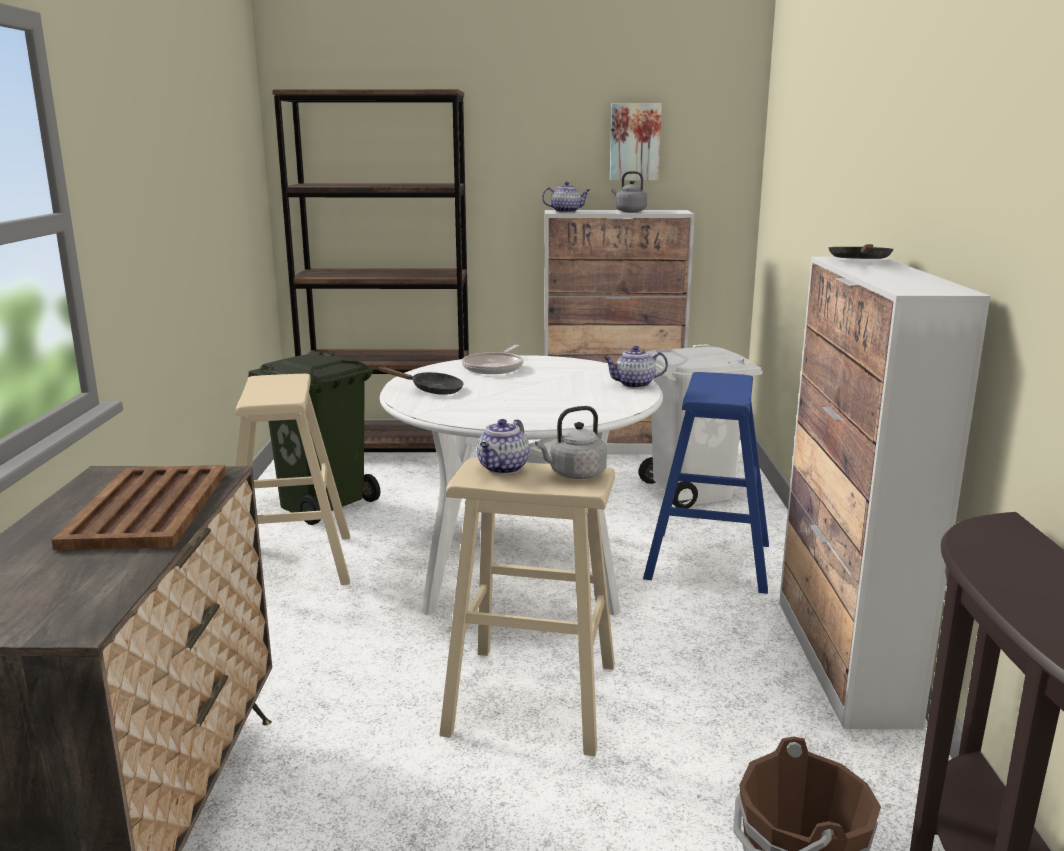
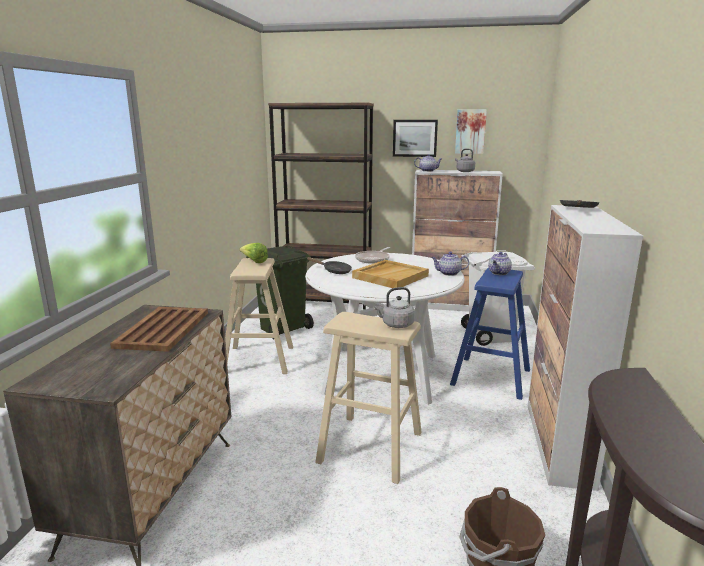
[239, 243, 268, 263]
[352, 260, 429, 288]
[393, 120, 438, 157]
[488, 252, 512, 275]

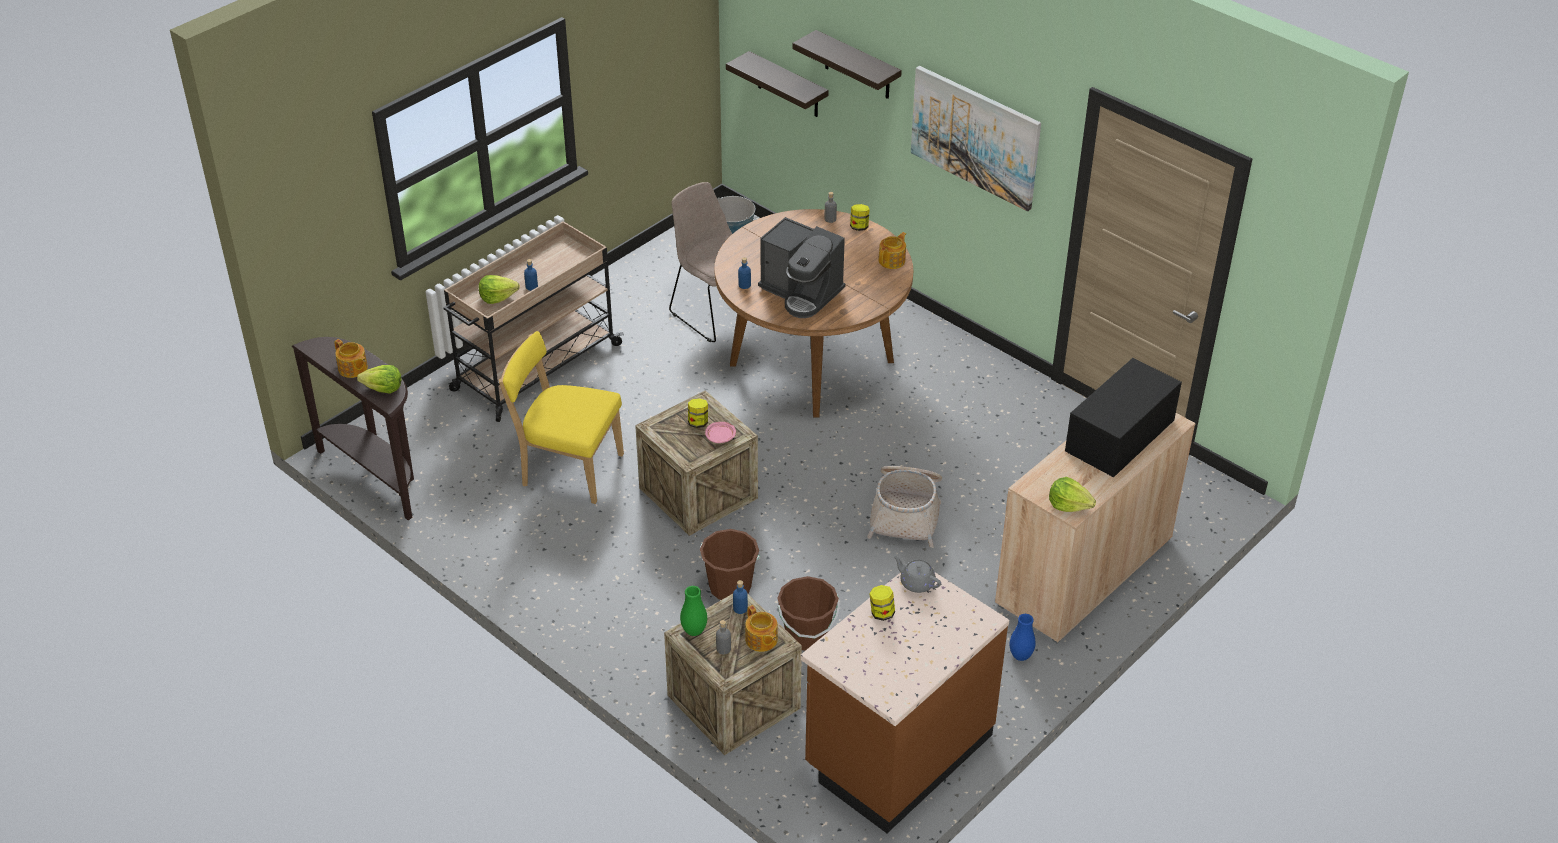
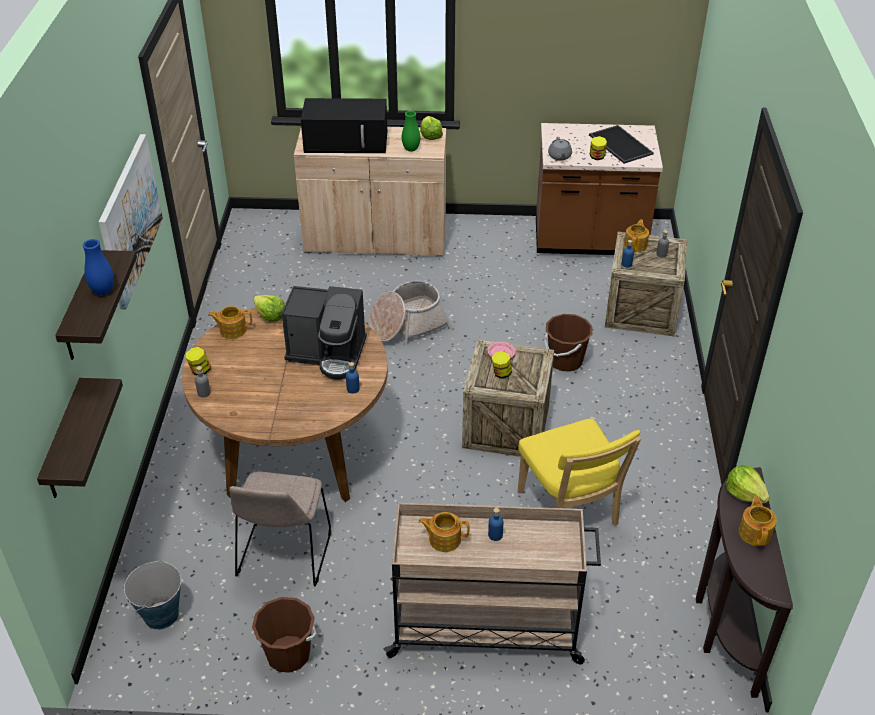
[419, 512, 470, 552]
[589, 125, 654, 164]
[253, 295, 285, 322]
[402, 111, 420, 152]
[252, 597, 316, 673]
[83, 239, 114, 295]
[282, 286, 367, 380]

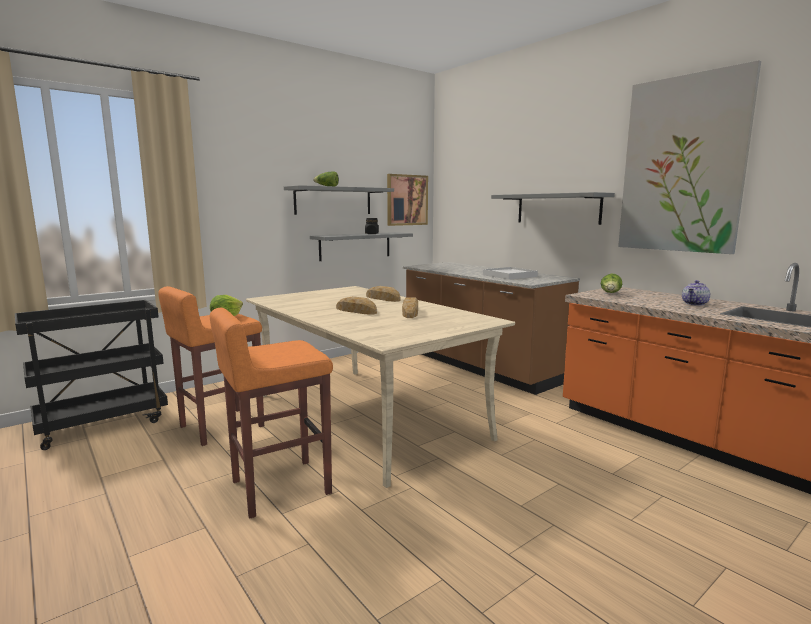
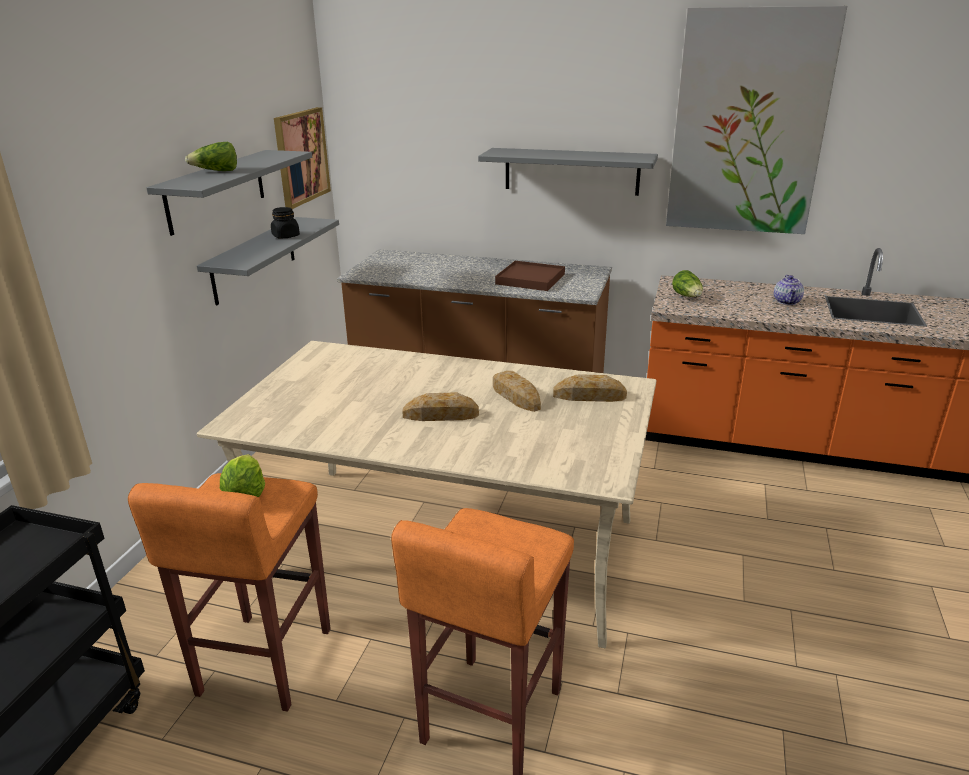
[553, 374, 627, 402]
[495, 261, 565, 291]

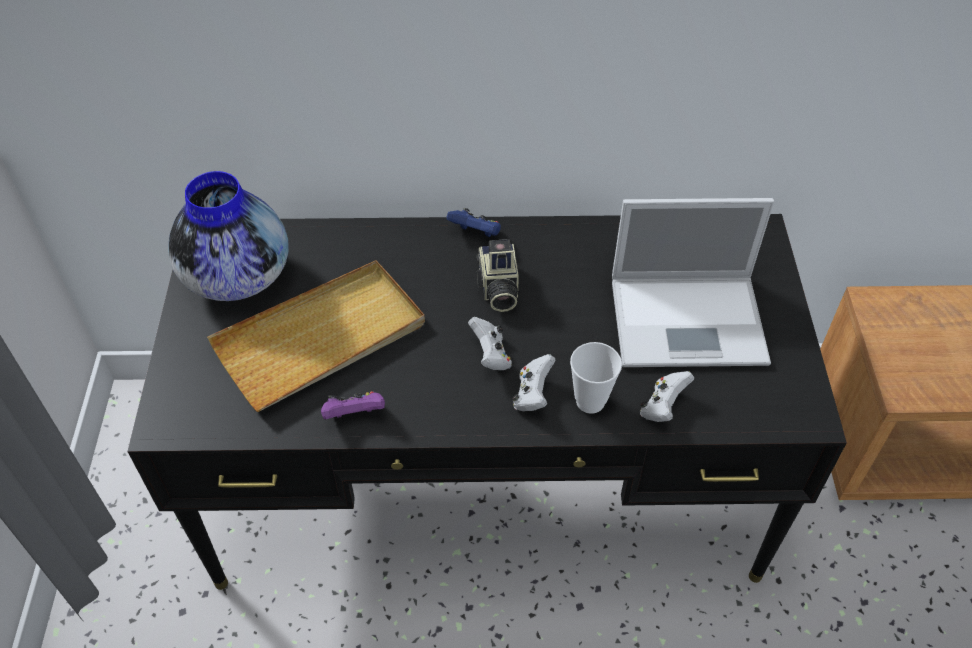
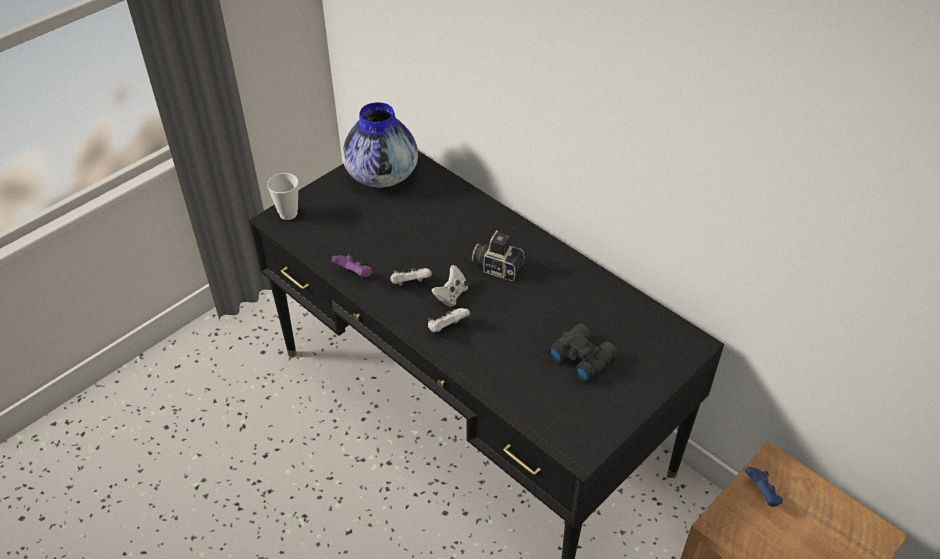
[207, 260, 425, 412] (first image)
[745, 467, 783, 507]
[267, 173, 299, 220]
[390, 268, 432, 286]
[548, 324, 617, 382]
[472, 230, 525, 281]

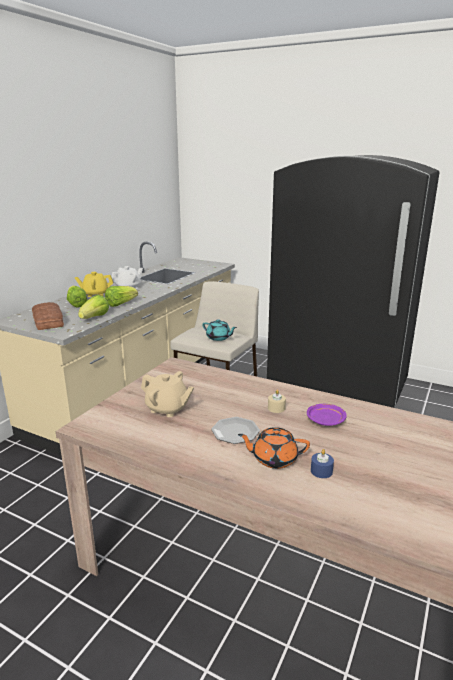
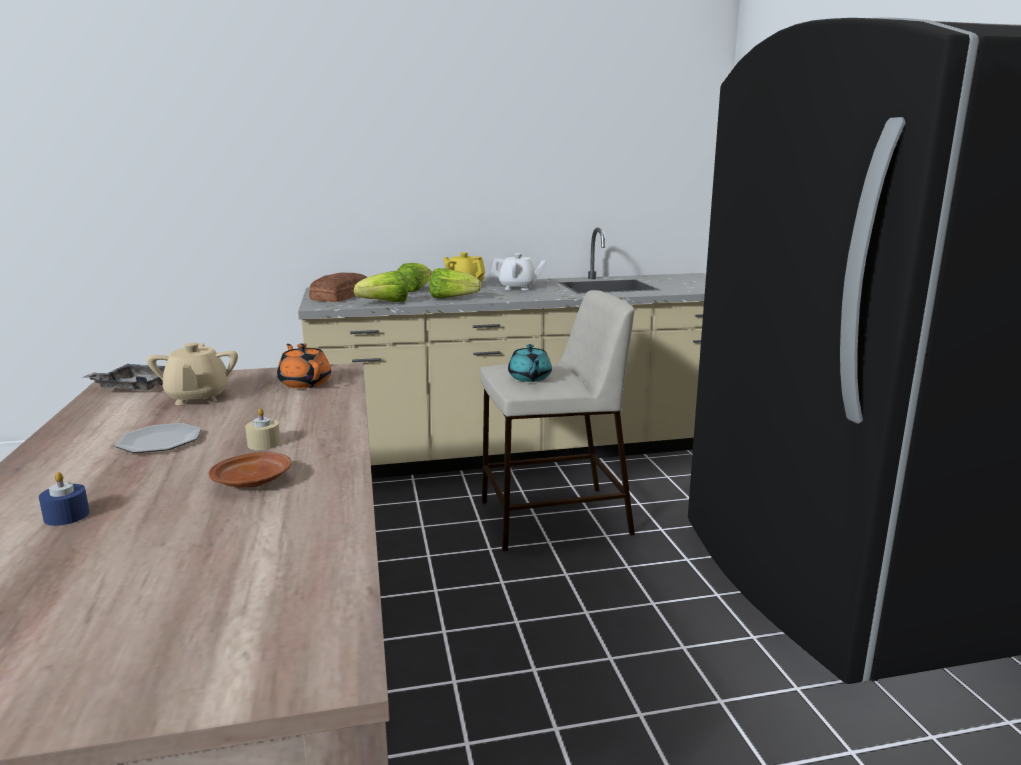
[82, 364, 165, 390]
[277, 343, 331, 388]
[209, 452, 291, 487]

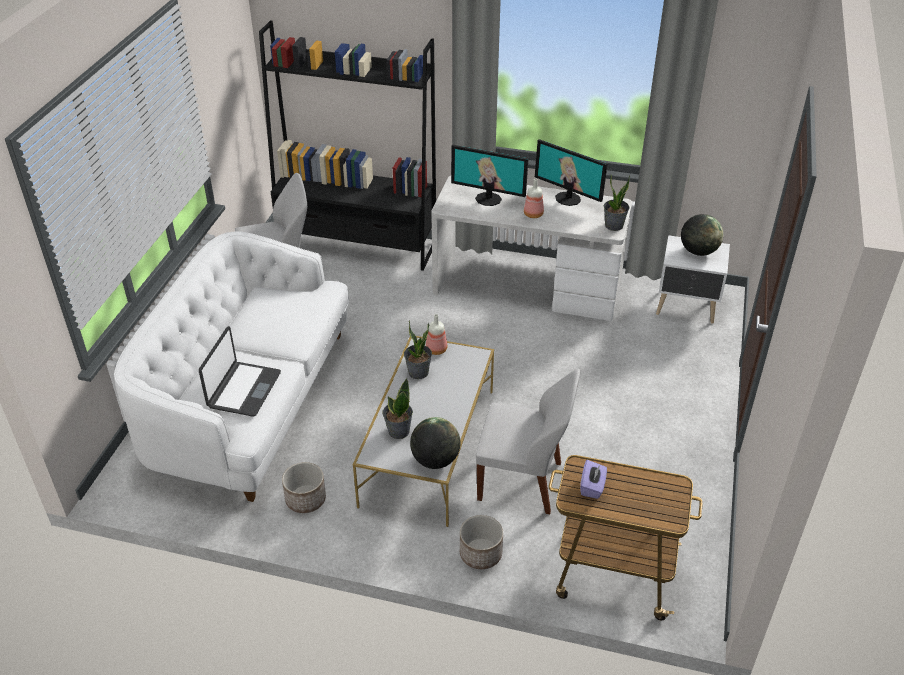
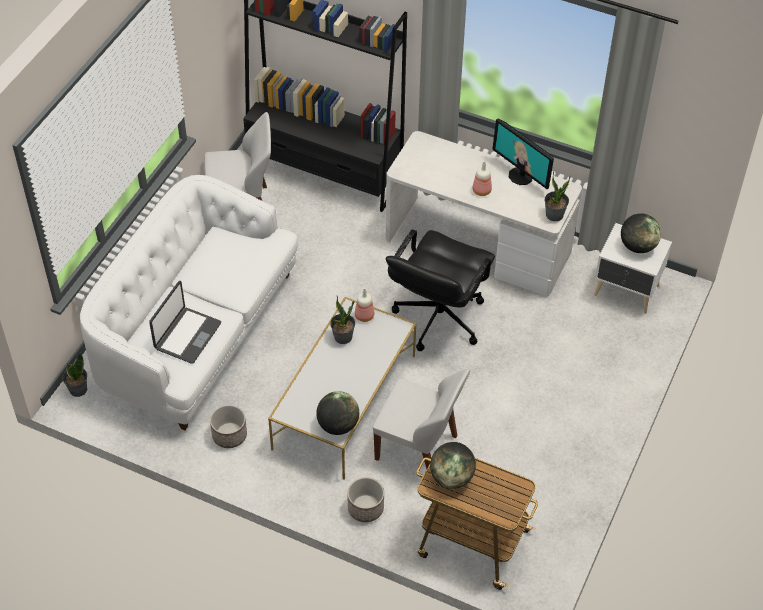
[451, 145, 528, 206] (first image)
[386, 229, 495, 351]
[62, 352, 87, 397]
[430, 442, 476, 489]

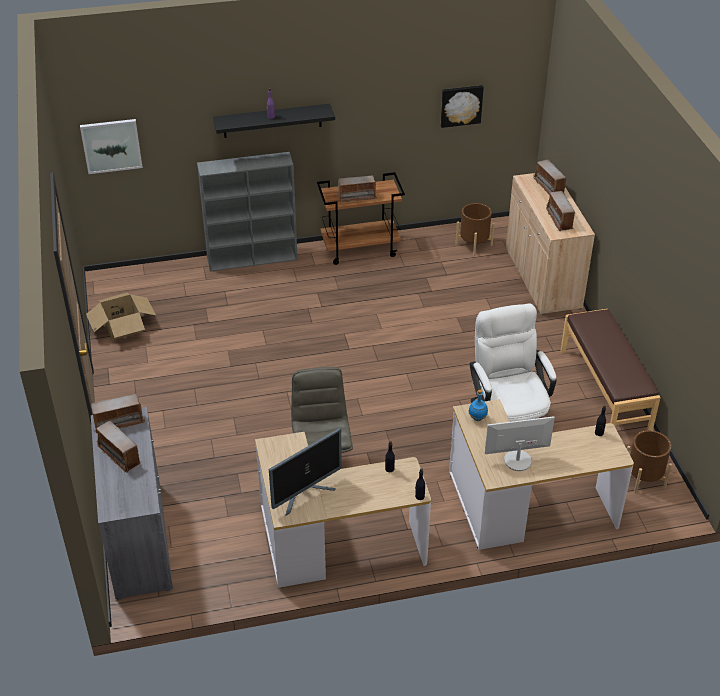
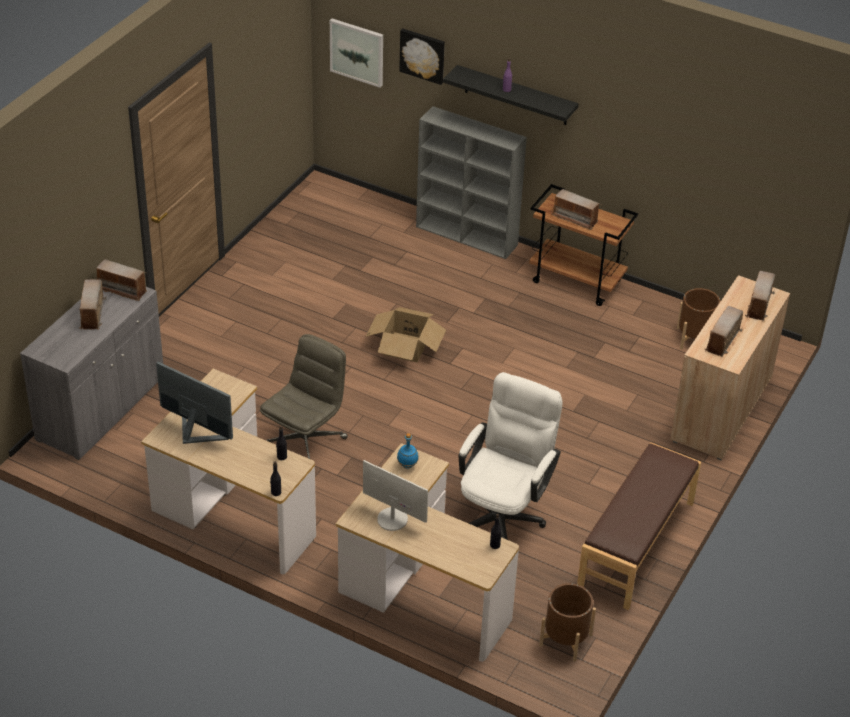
[365, 307, 446, 362]
[399, 28, 445, 85]
[156, 362, 233, 444]

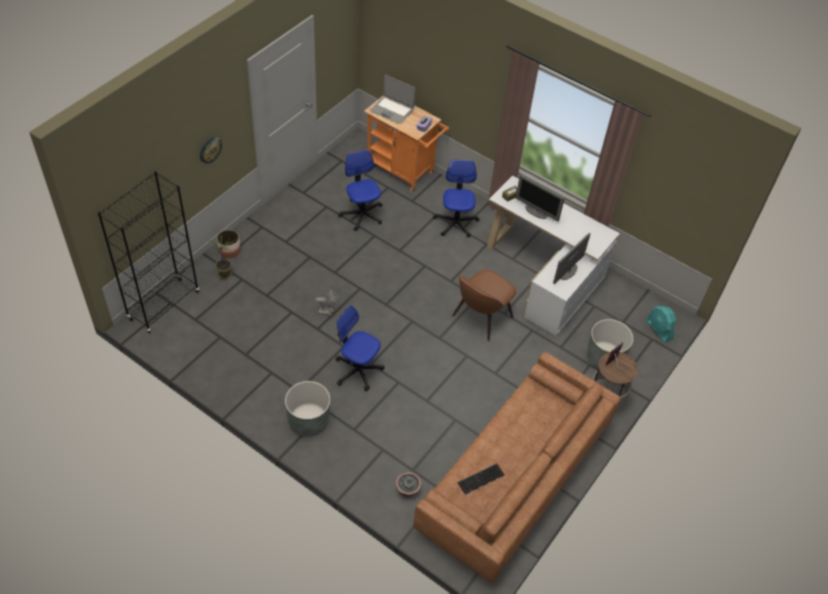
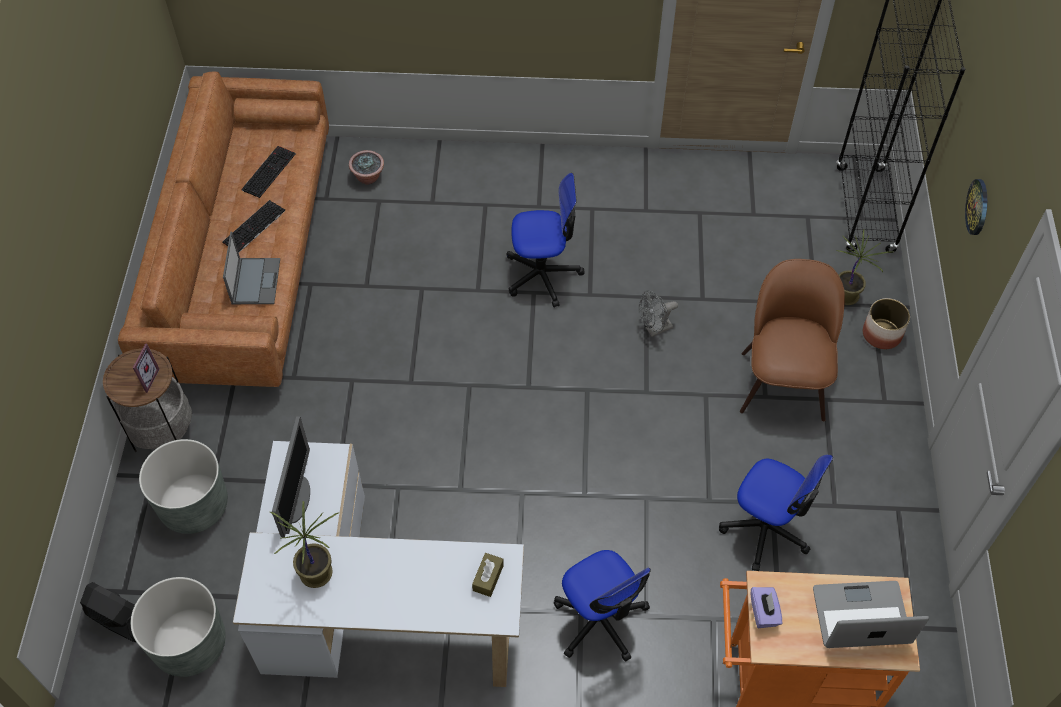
[516, 175, 565, 221] (first image)
[222, 200, 285, 253]
[223, 232, 280, 304]
[270, 501, 340, 588]
[131, 577, 226, 677]
[740, 259, 845, 421]
[80, 582, 136, 642]

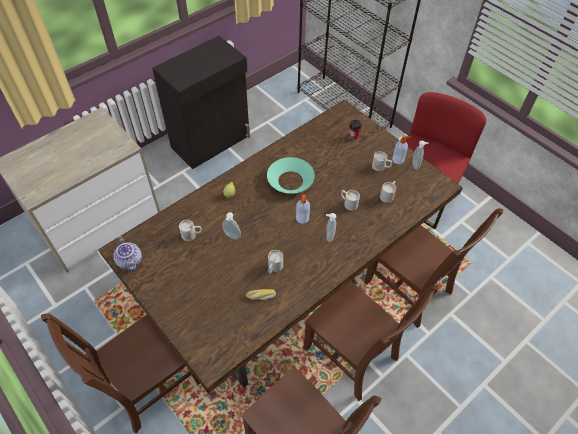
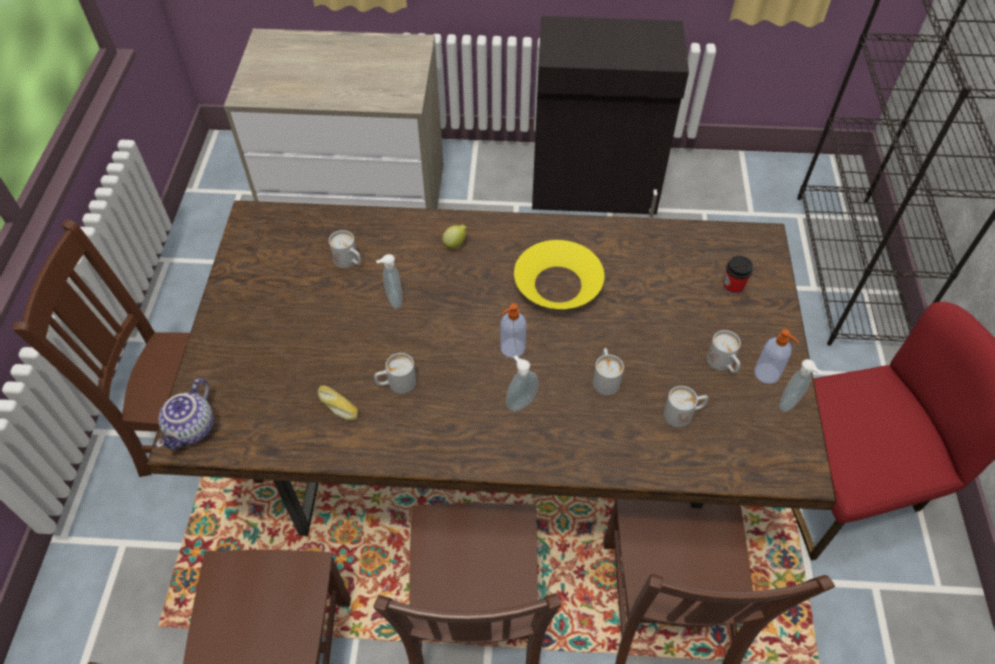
[156, 378, 214, 450]
[514, 240, 604, 309]

